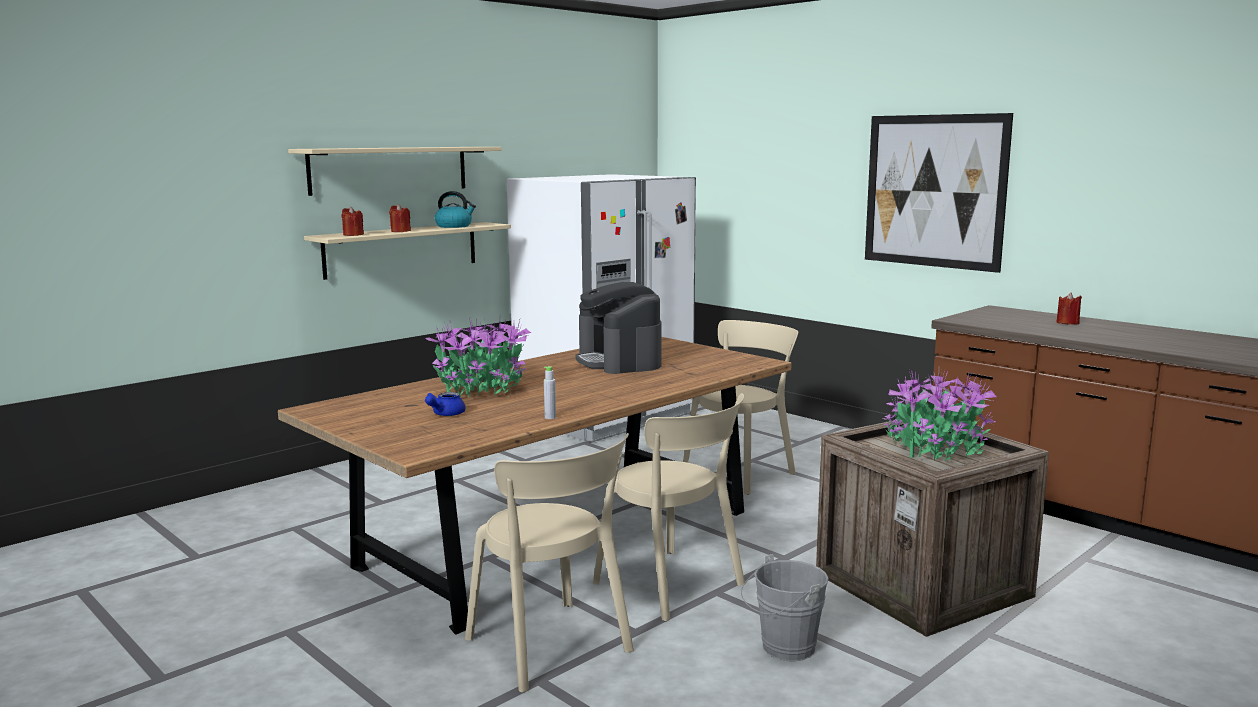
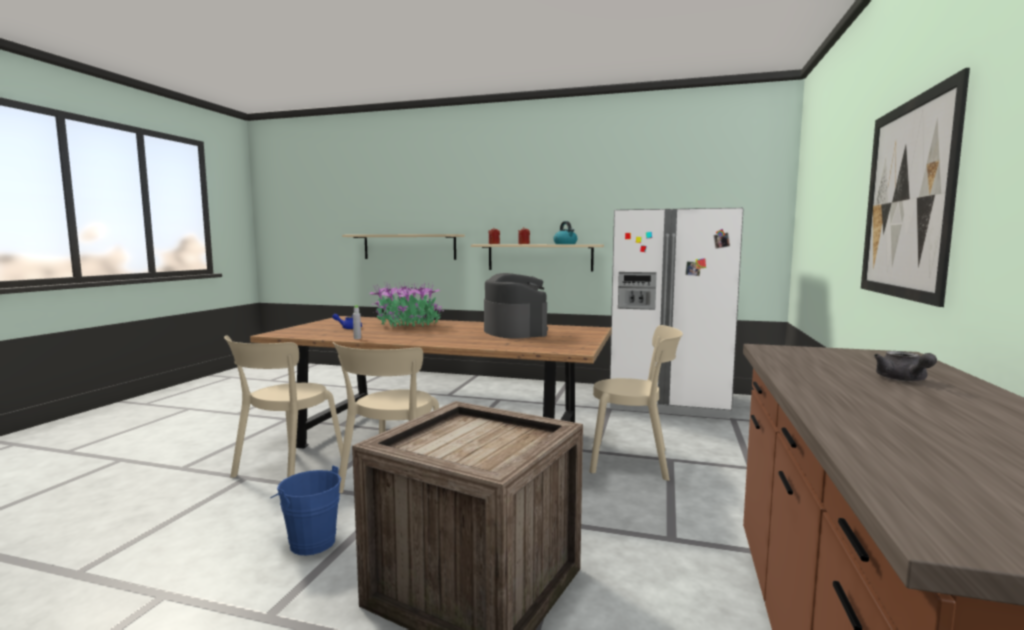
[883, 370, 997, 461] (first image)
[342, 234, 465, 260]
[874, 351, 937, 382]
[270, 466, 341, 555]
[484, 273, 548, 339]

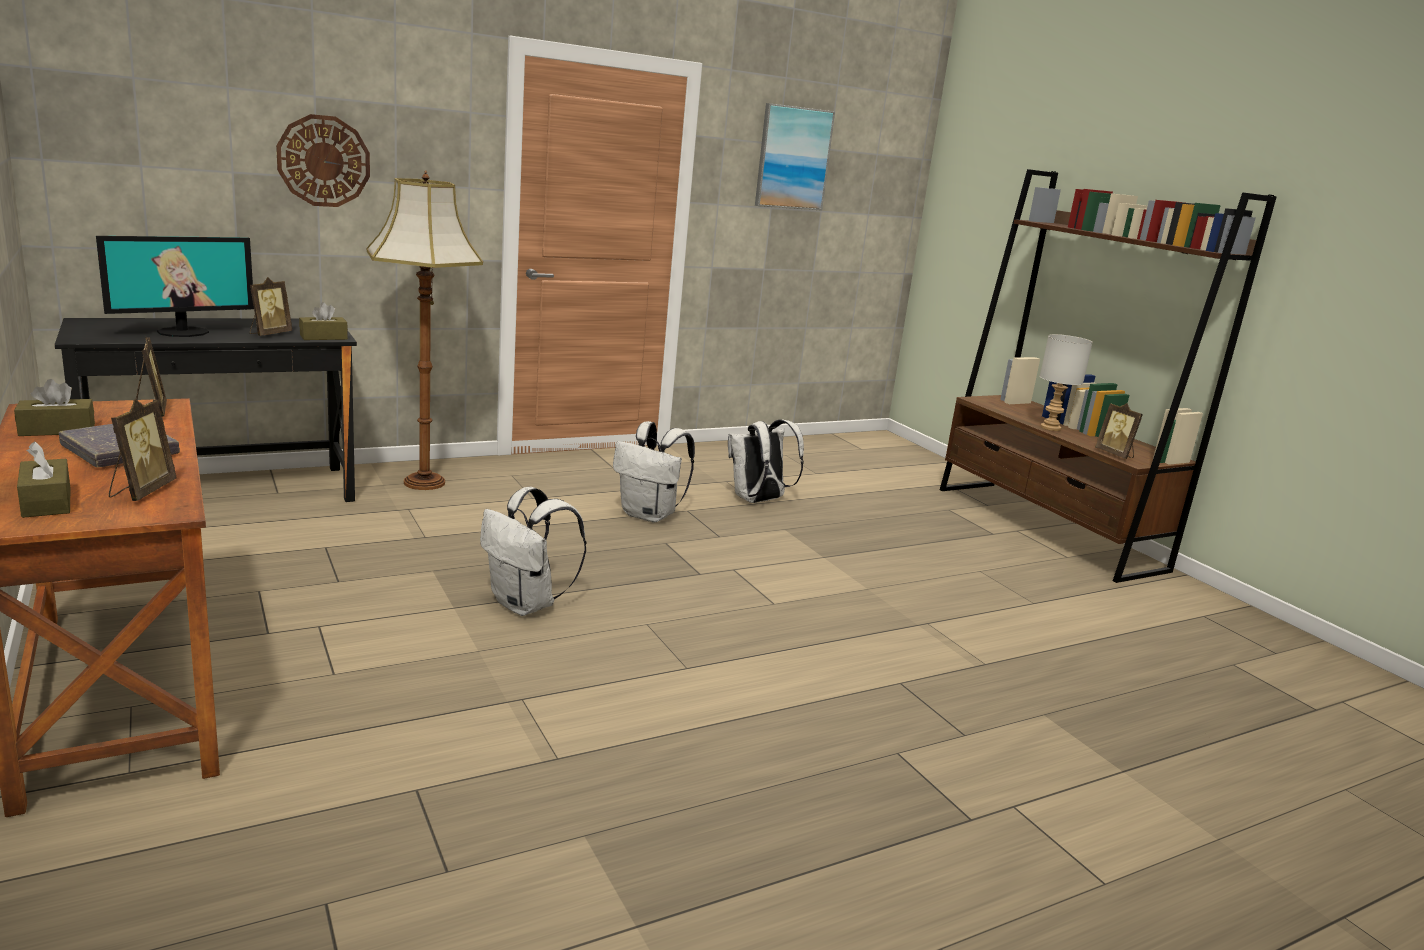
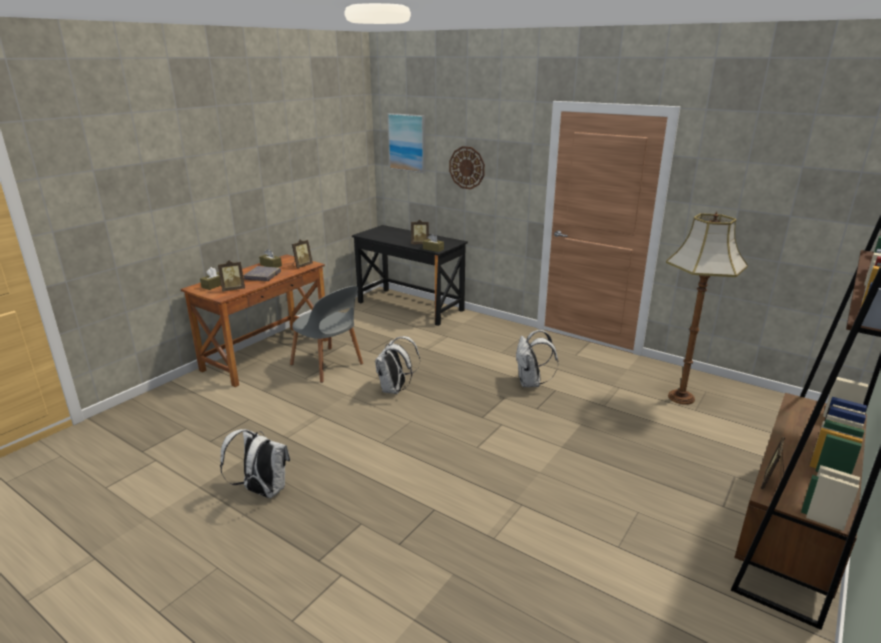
[96, 236, 254, 337] (first image)
[1040, 334, 1093, 431] (first image)
[290, 286, 363, 383]
[666, 211, 748, 405]
[220, 429, 290, 498]
[388, 113, 426, 173]

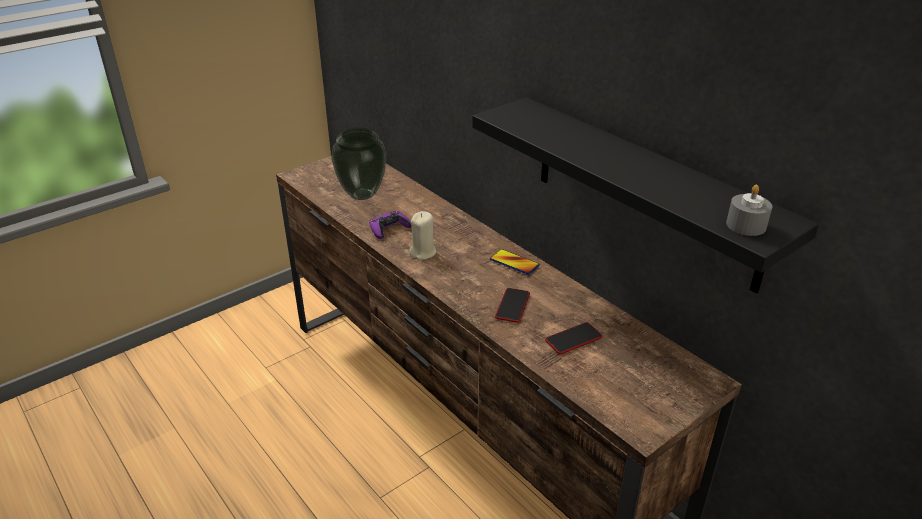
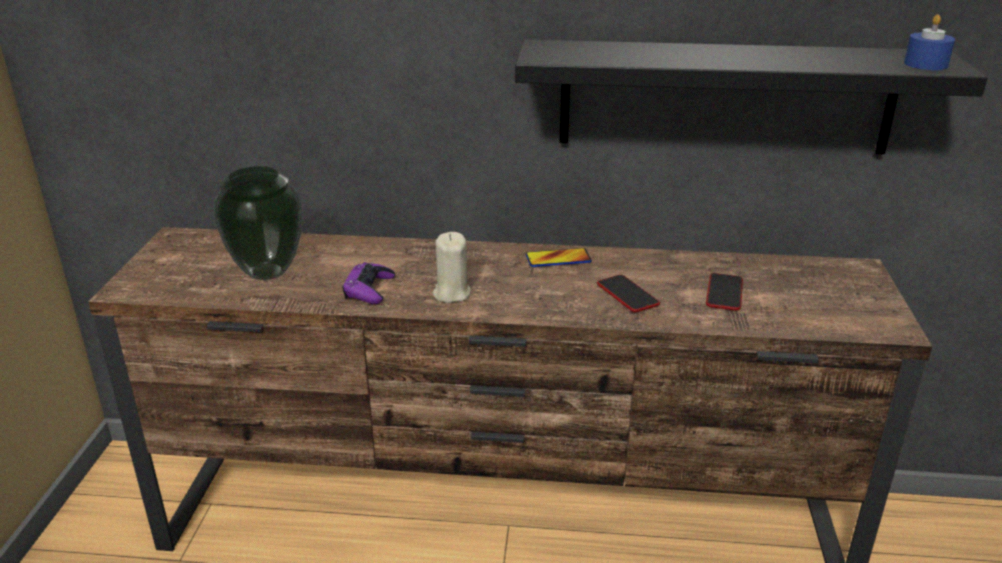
[904, 14, 955, 70]

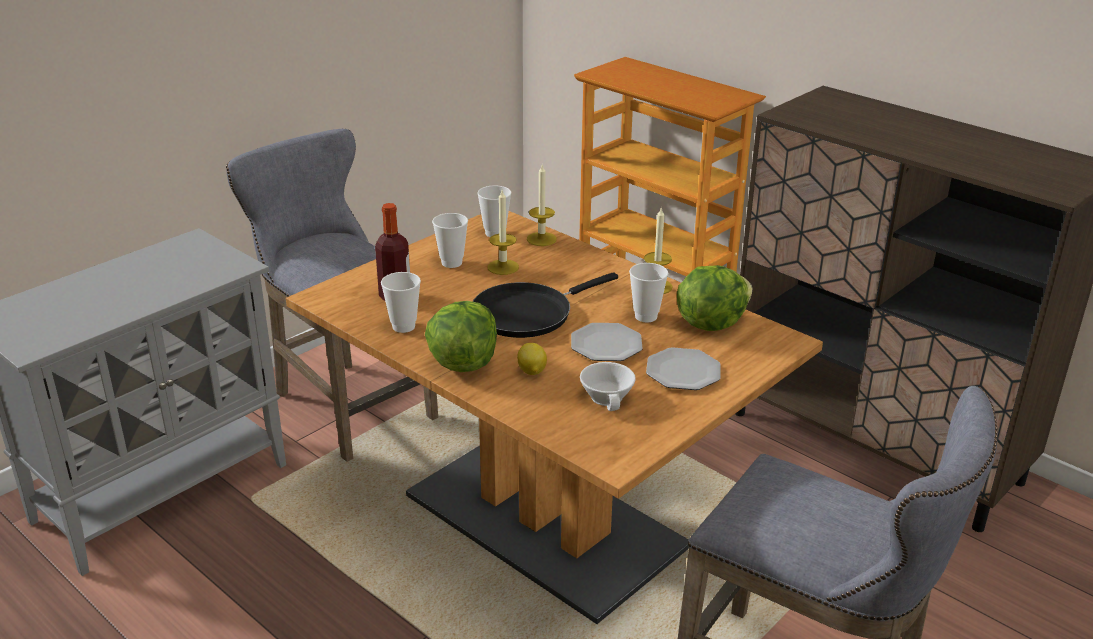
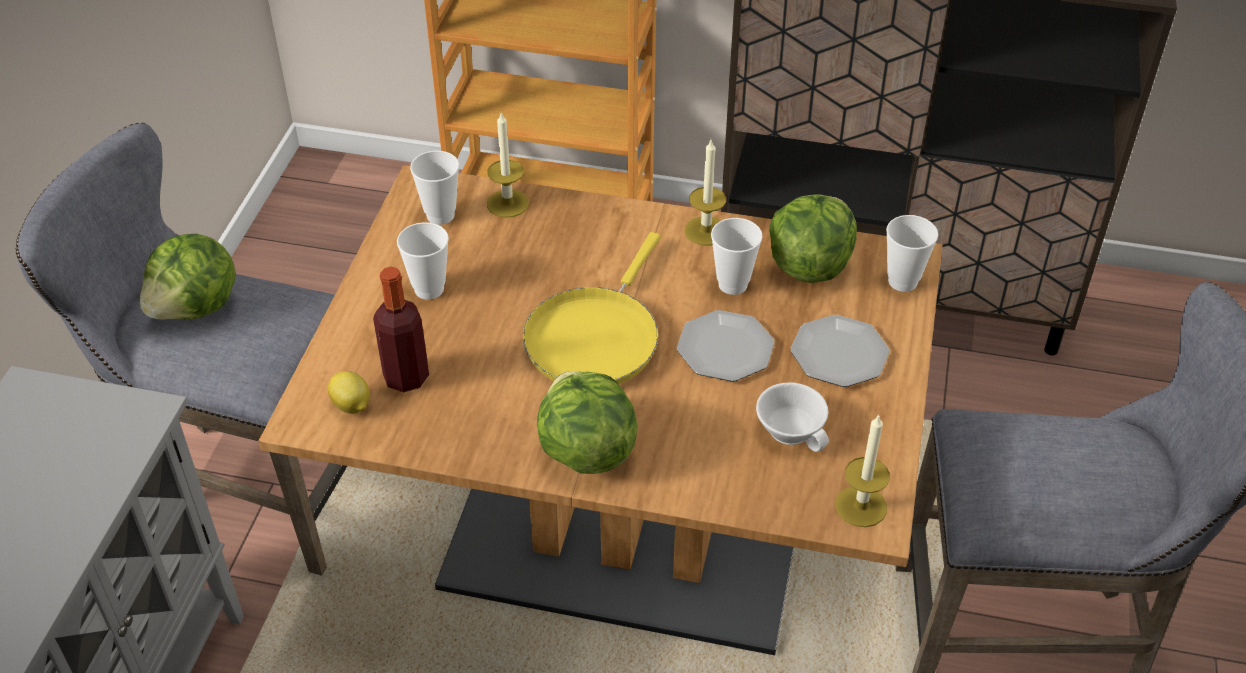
[140, 234, 236, 320]
[886, 215, 938, 292]
[835, 414, 890, 527]
[328, 371, 370, 414]
[523, 232, 661, 384]

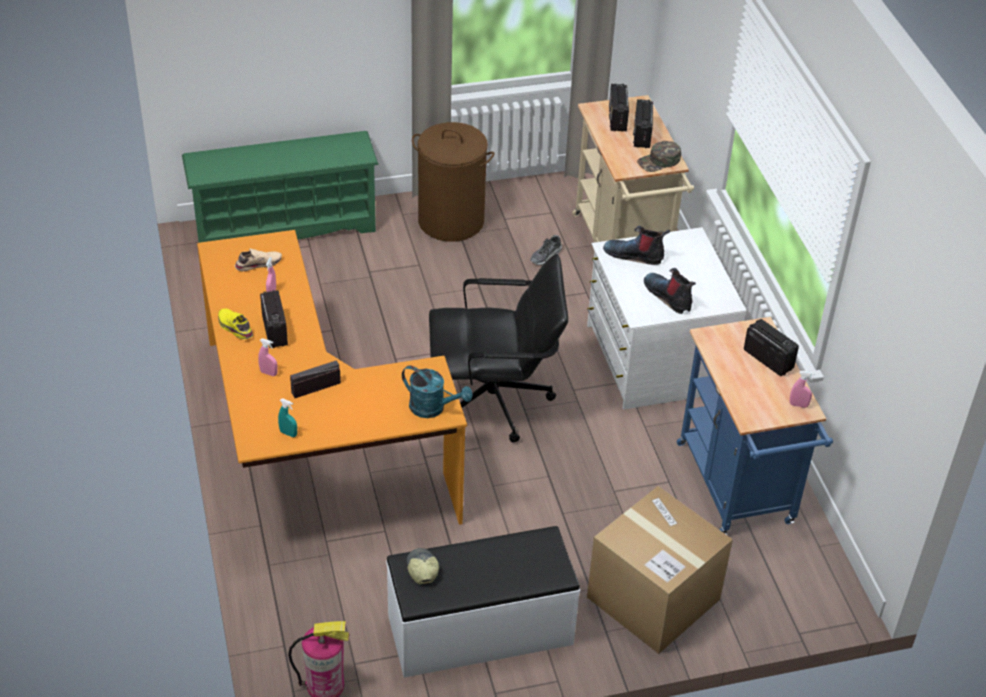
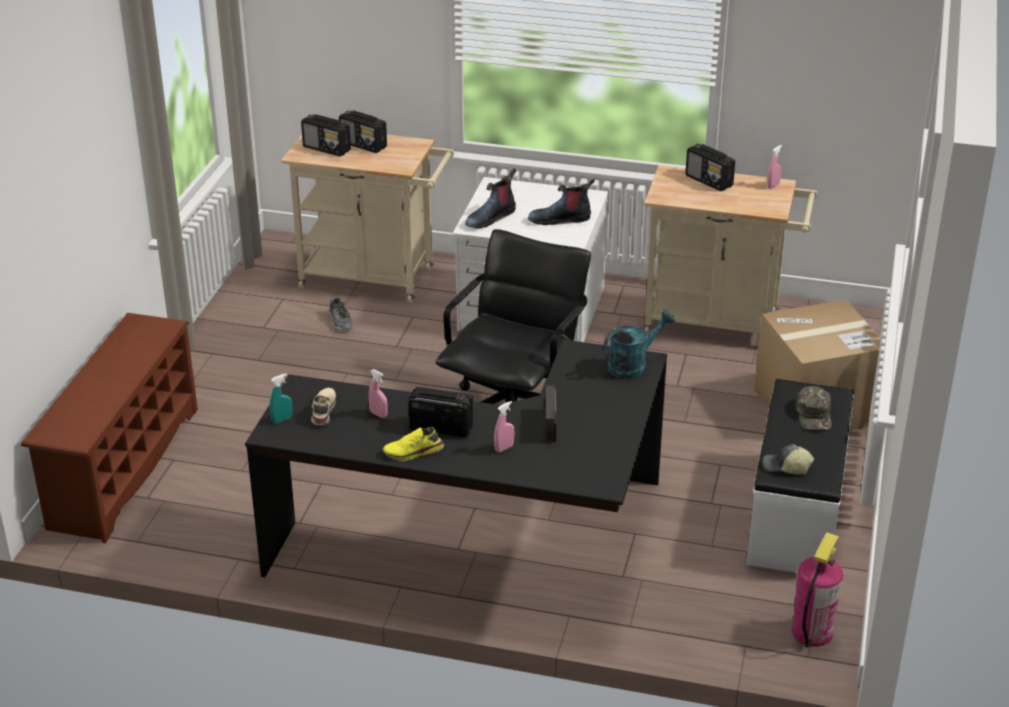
[412, 122, 494, 242] (first image)
[270, 374, 292, 423]
[796, 386, 832, 430]
[21, 313, 198, 543]
[245, 340, 667, 577]
[644, 165, 817, 334]
[685, 144, 735, 191]

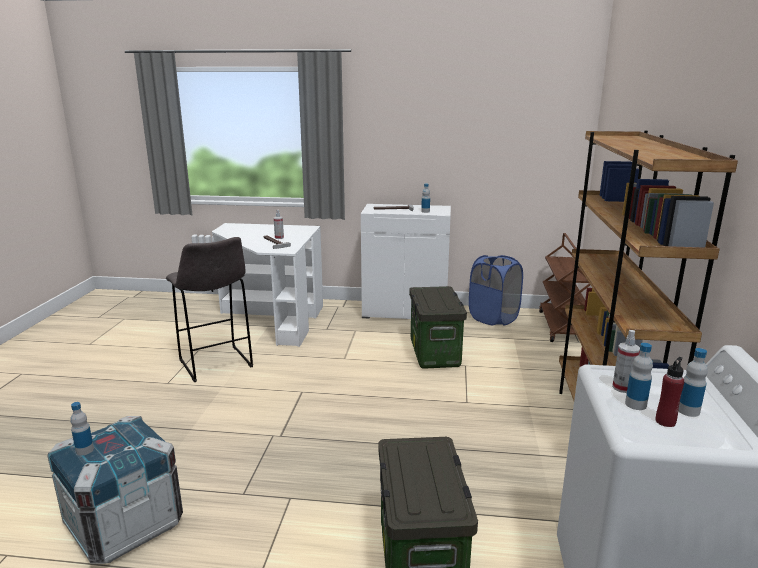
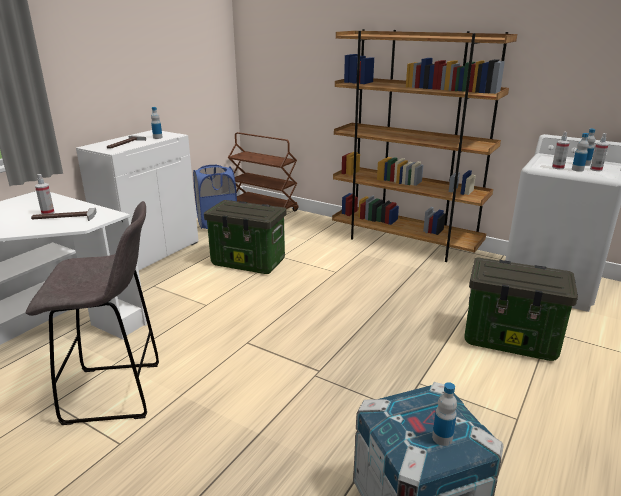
[590, 133, 609, 171]

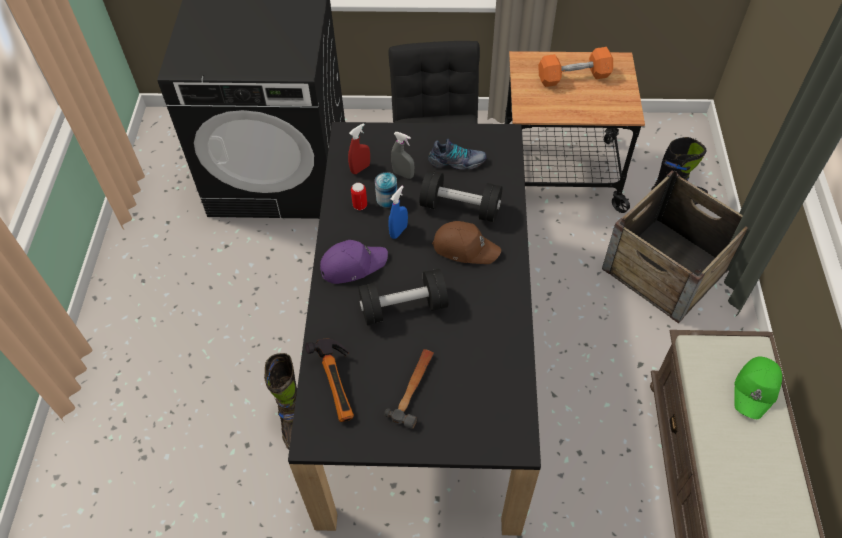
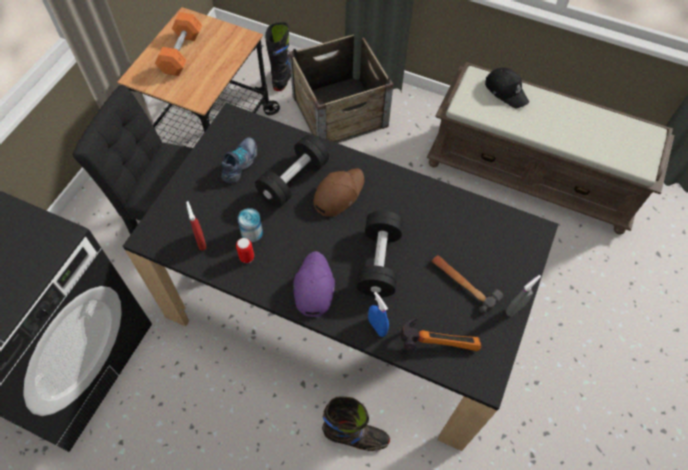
[368, 292, 389, 337]
[506, 275, 541, 317]
[485, 68, 529, 108]

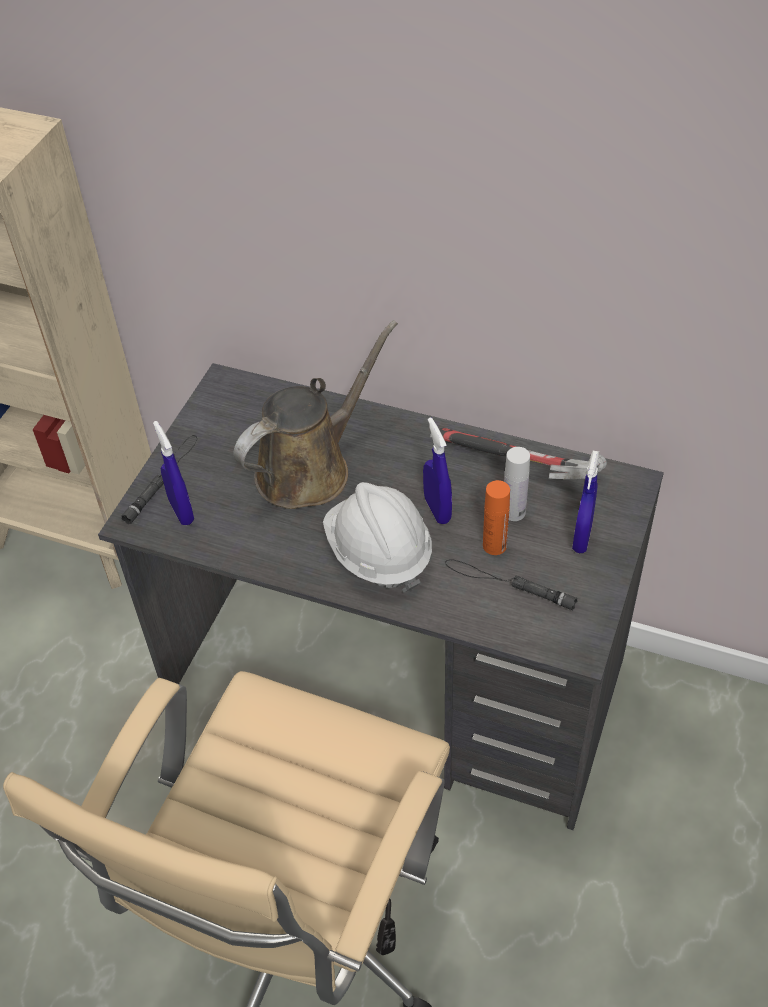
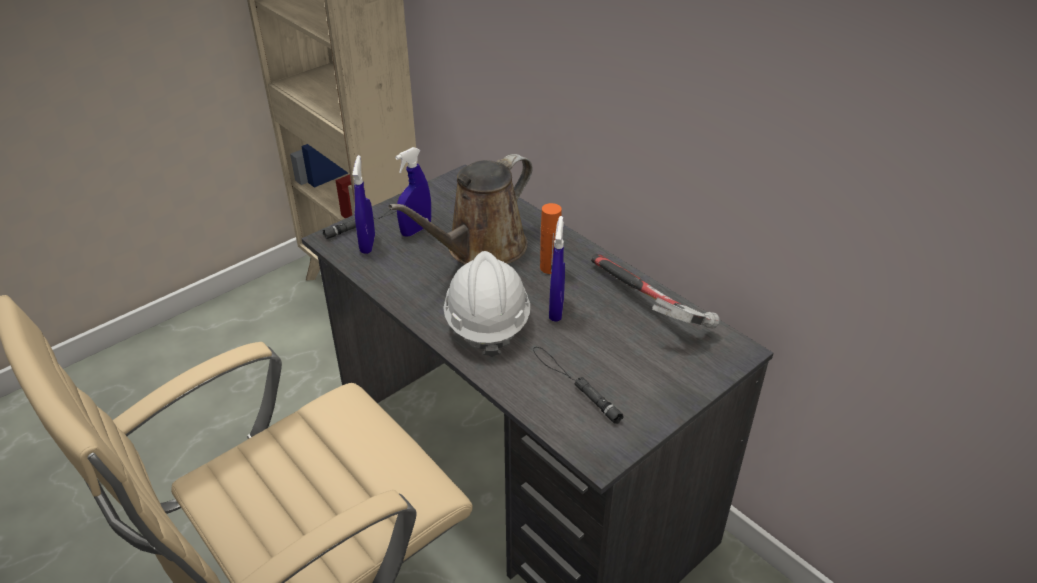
[504, 447, 530, 521] (first image)
[540, 203, 562, 274]
[395, 147, 431, 237]
[388, 154, 532, 265]

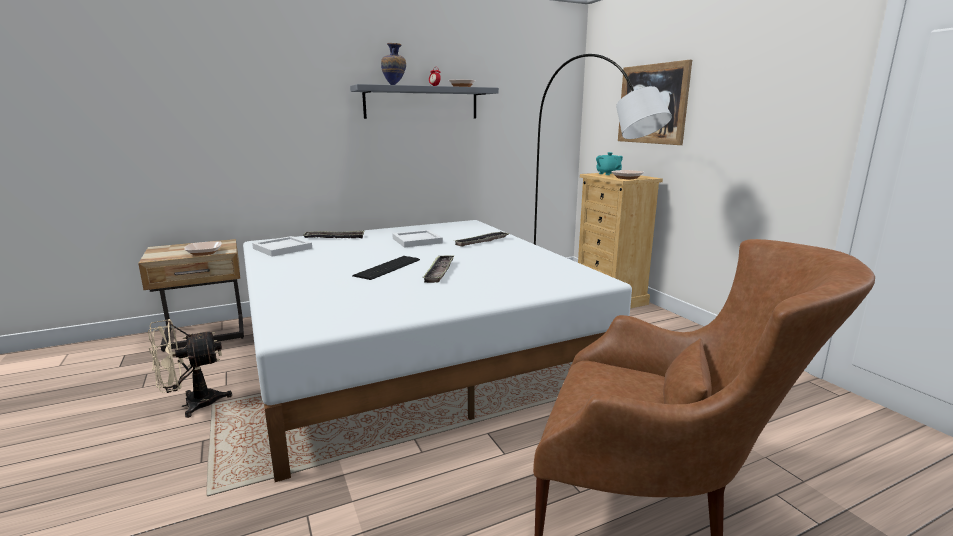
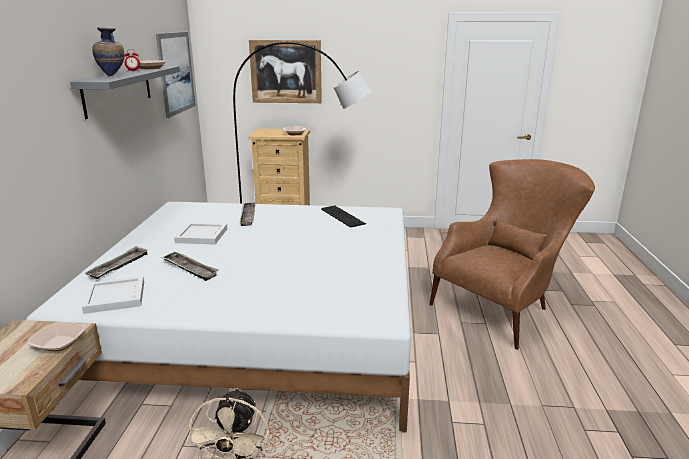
[596, 152, 623, 175] (first image)
[156, 32, 196, 118]
[321, 205, 366, 228]
[162, 251, 219, 281]

